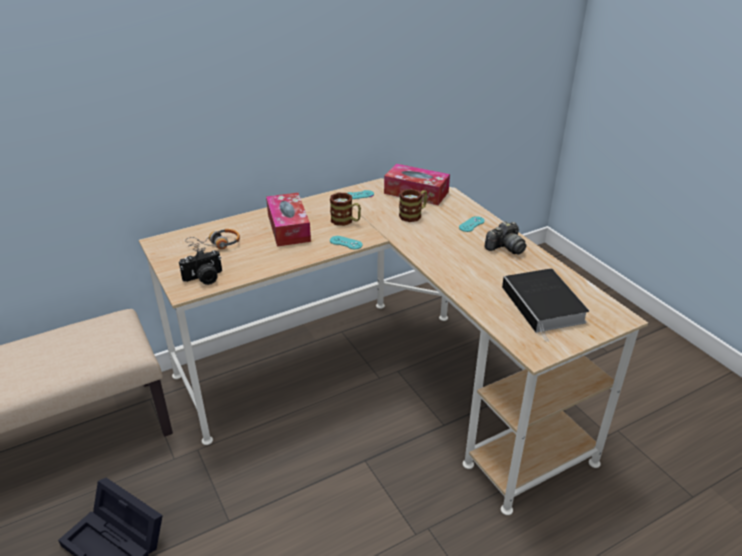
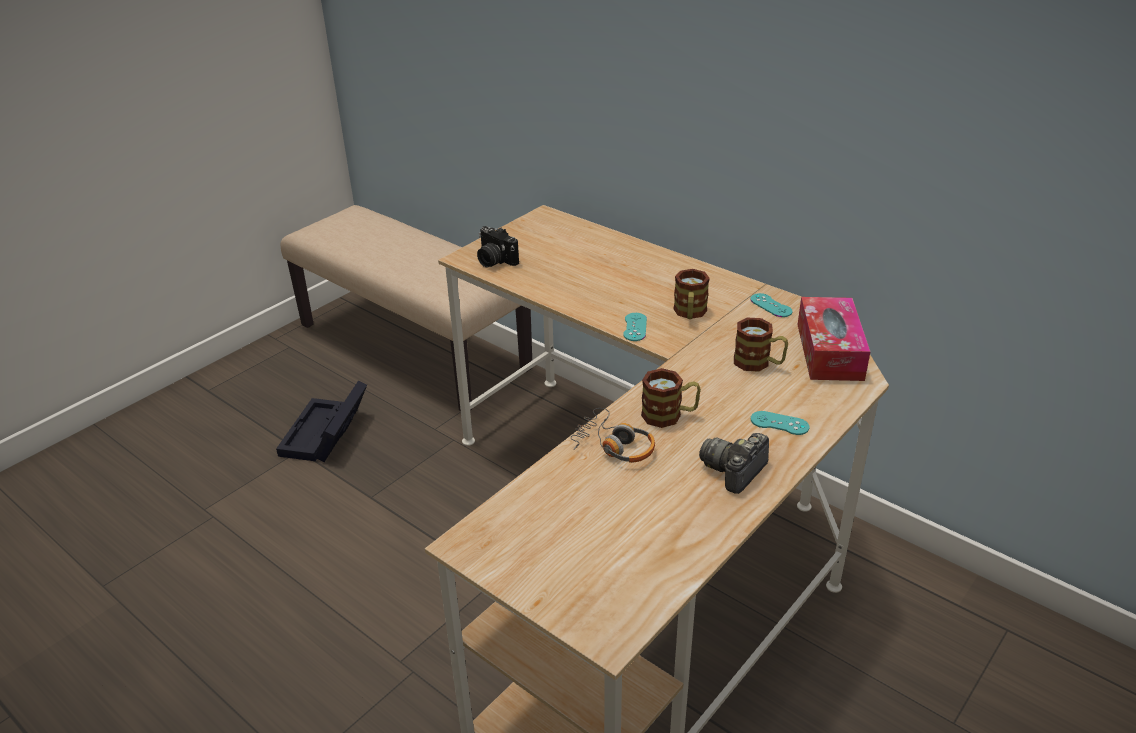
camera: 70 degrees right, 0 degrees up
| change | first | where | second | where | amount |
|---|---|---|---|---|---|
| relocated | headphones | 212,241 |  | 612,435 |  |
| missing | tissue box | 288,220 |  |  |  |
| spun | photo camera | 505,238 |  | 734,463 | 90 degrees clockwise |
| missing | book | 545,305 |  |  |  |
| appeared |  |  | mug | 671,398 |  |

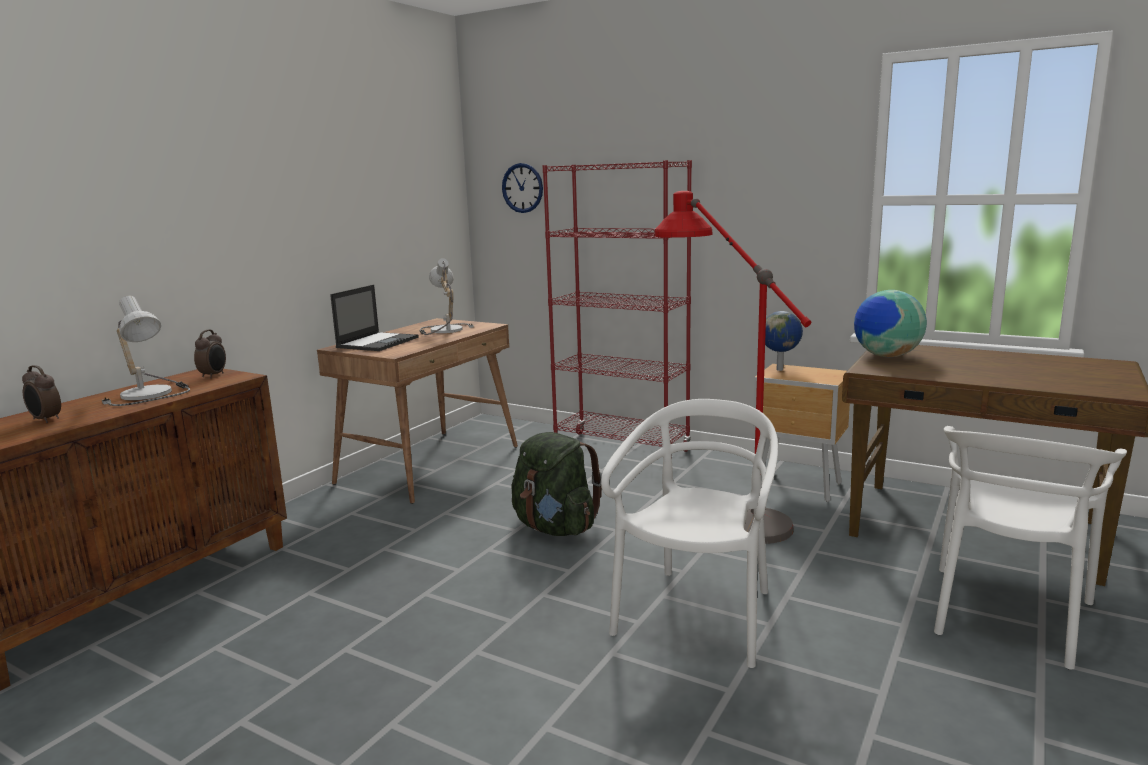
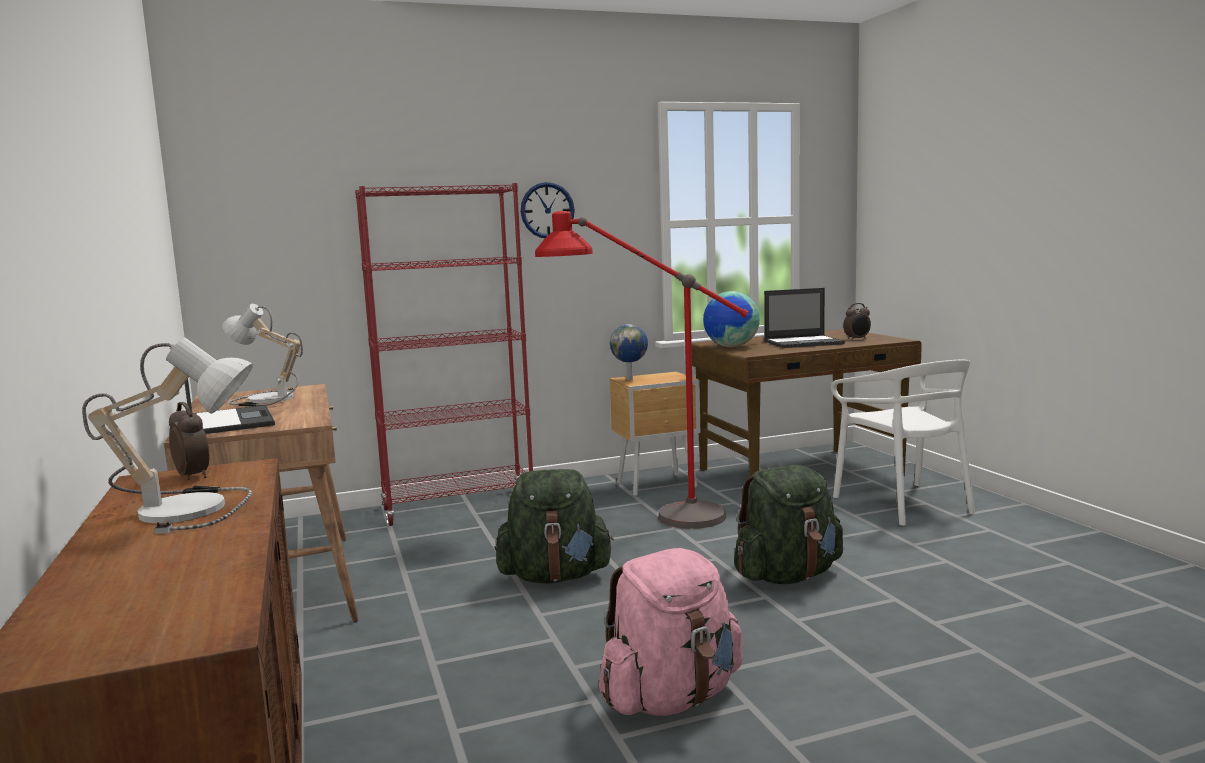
camera: 50 degrees left, 5 degrees down
| change | first | where | second | where | amount |
|---|---|---|---|---|---|
| relocated | alarm clock | 41,394 |  | 857,321 |  |
| relocated | wall clock | 522,188 |  | 547,210 |  |
| exchanged | white chair | 689,533 | green backpack | 788,524 |  |
| appeared |  |  | pink backpack | 671,632 |  |
| appeared |  |  | laptop | 804,318 |  |

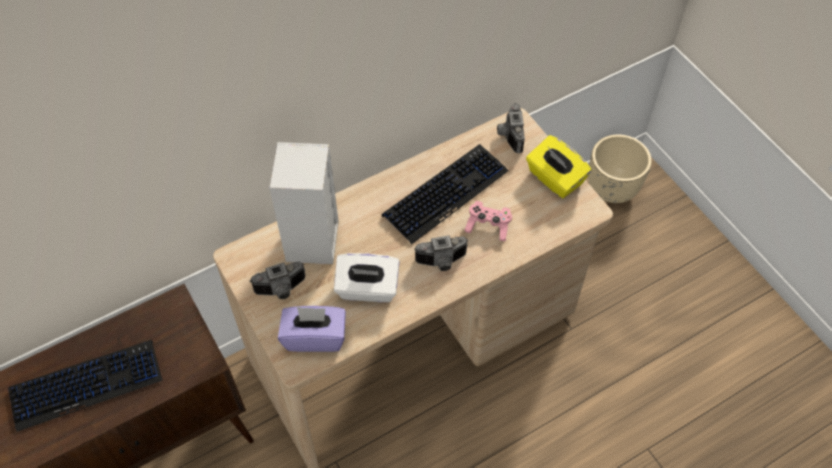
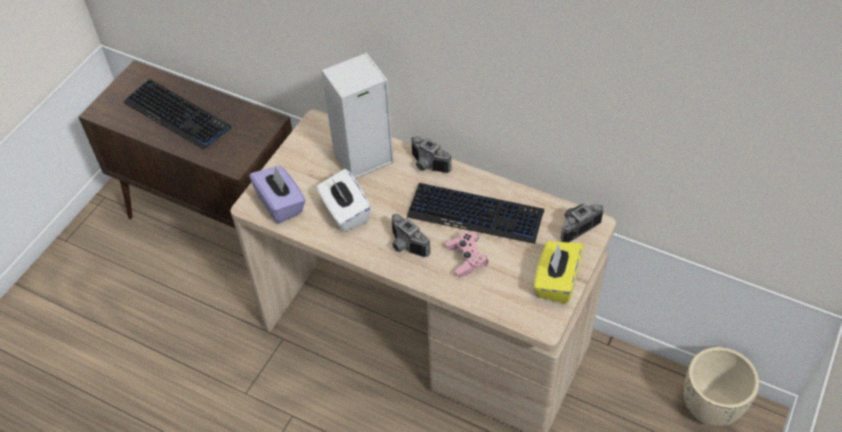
camera: 60 degrees right, 5 degrees down
| change | first | where | second | where | amount |
|---|---|---|---|---|---|
| relocated | photo camera | 277,280 |  | 431,154 |  |

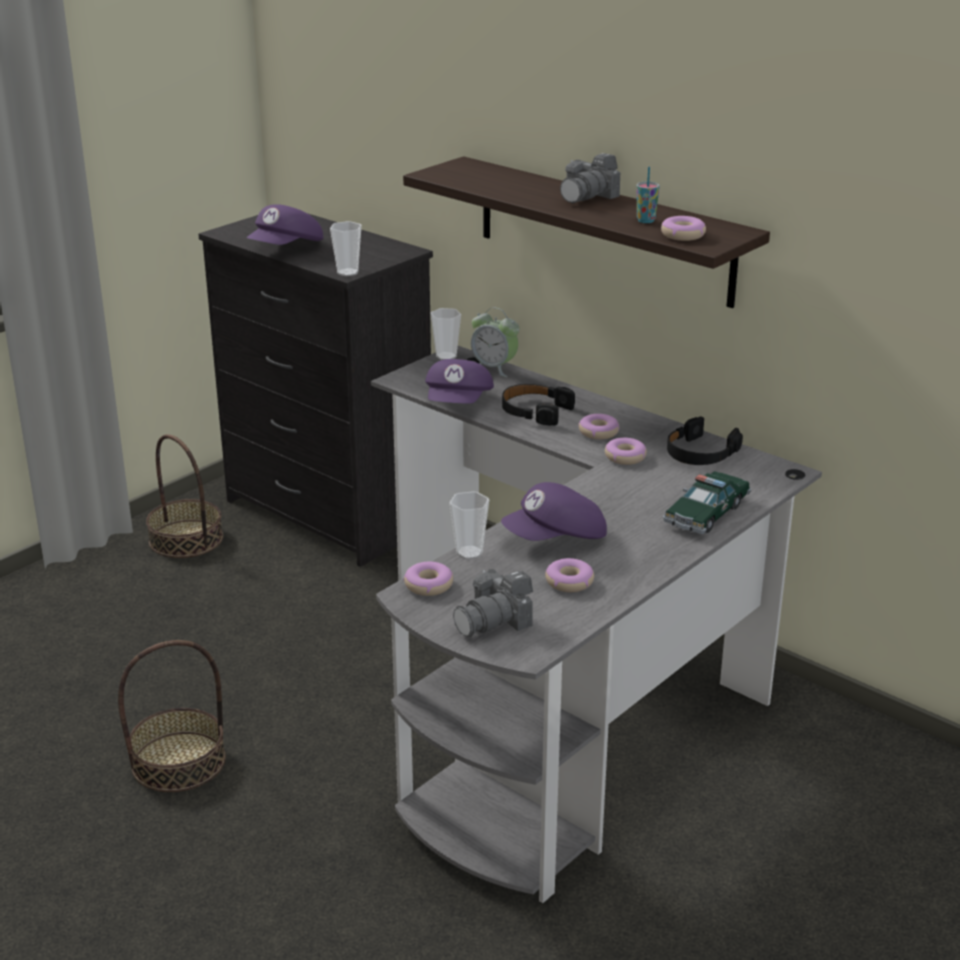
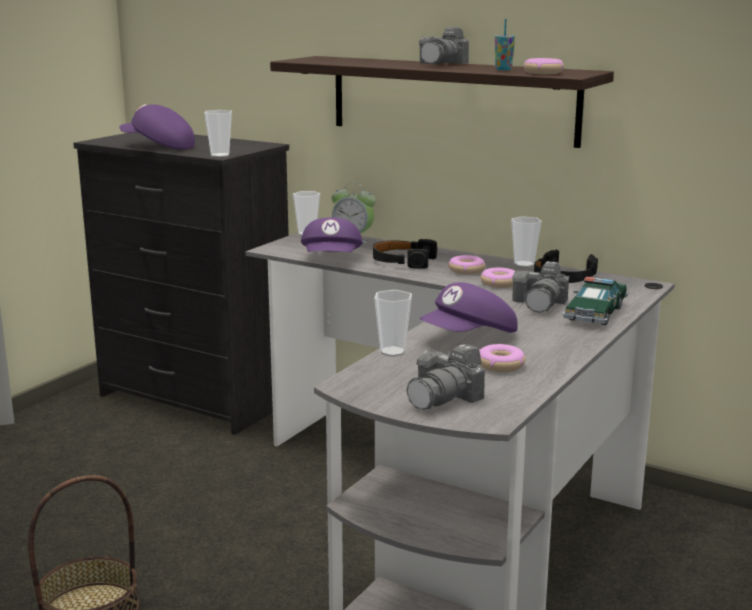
camera: 10 degrees left, 10 degrees down
| change | first | where | second | where | amount |
|---|---|---|---|---|---|
| missing | basket | 184,496 |  |  |  |
| spun | purple cap | 285,224 |  | 157,127 | 90 degrees clockwise |
| missing | donut | 428,579 |  |  |  |
| appeared |  |  | cup | 526,241 |  |
| appeared |  |  | photo camera | 541,287 |  |

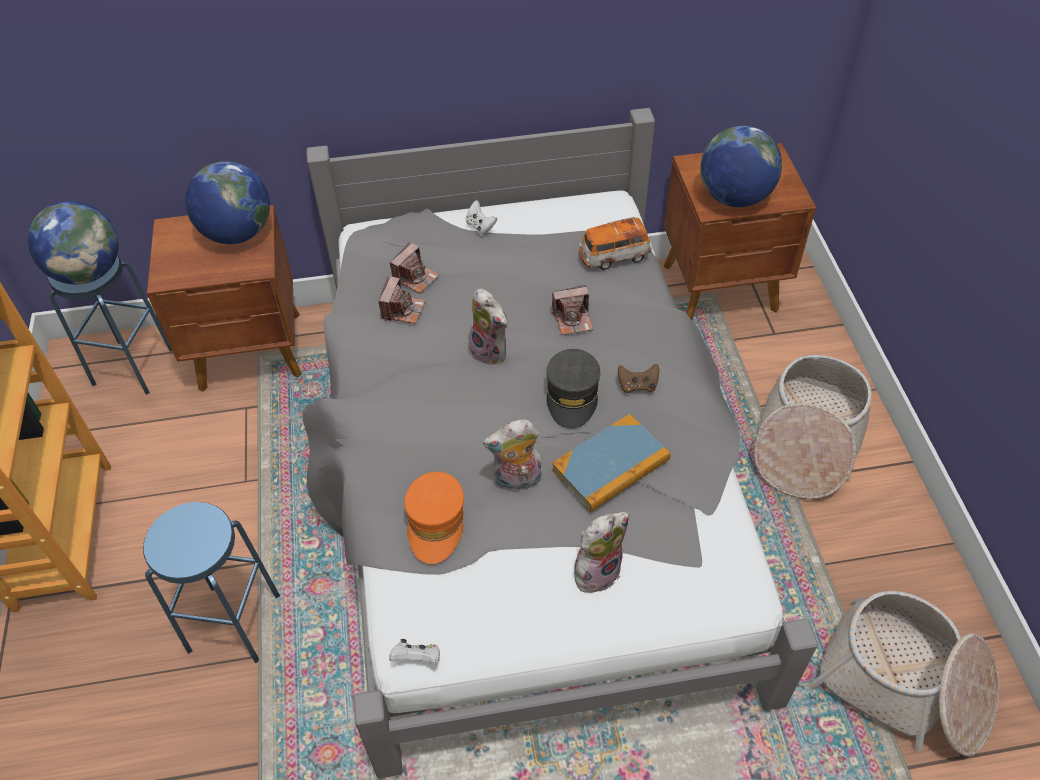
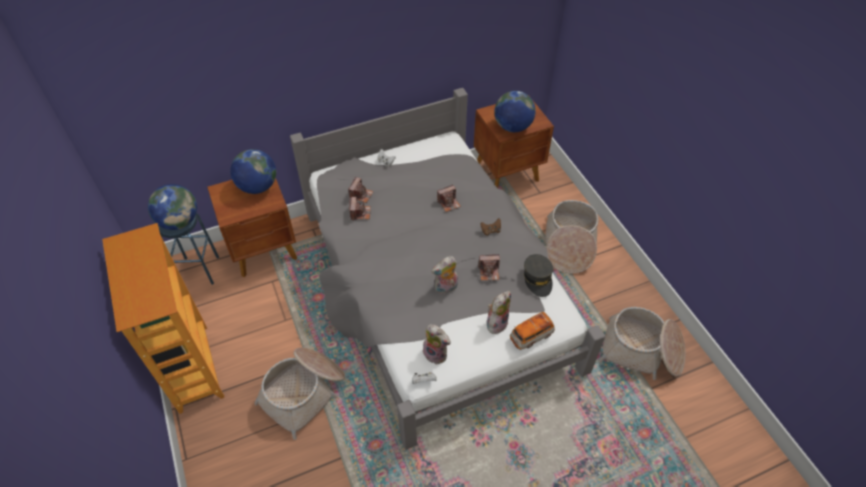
camera: 15 degrees left, 0 degrees up
| change | first | where | second | where | amount |
|---|---|---|---|---|---|
| exchanged | blue stool | 211,582 | basket | 299,393 |  |
| missing | orange cap | 434,518 |  |  |  |
| relocated | plush toy | 488,326 |  | 437,344 |  |
| relocated | grey cap | 573,389 |  | 538,275 |  |
| exchanged | book | 611,463 | photo camera | 489,267 |  |
| relocated | toy car | 615,243 |  | 532,331 |  |

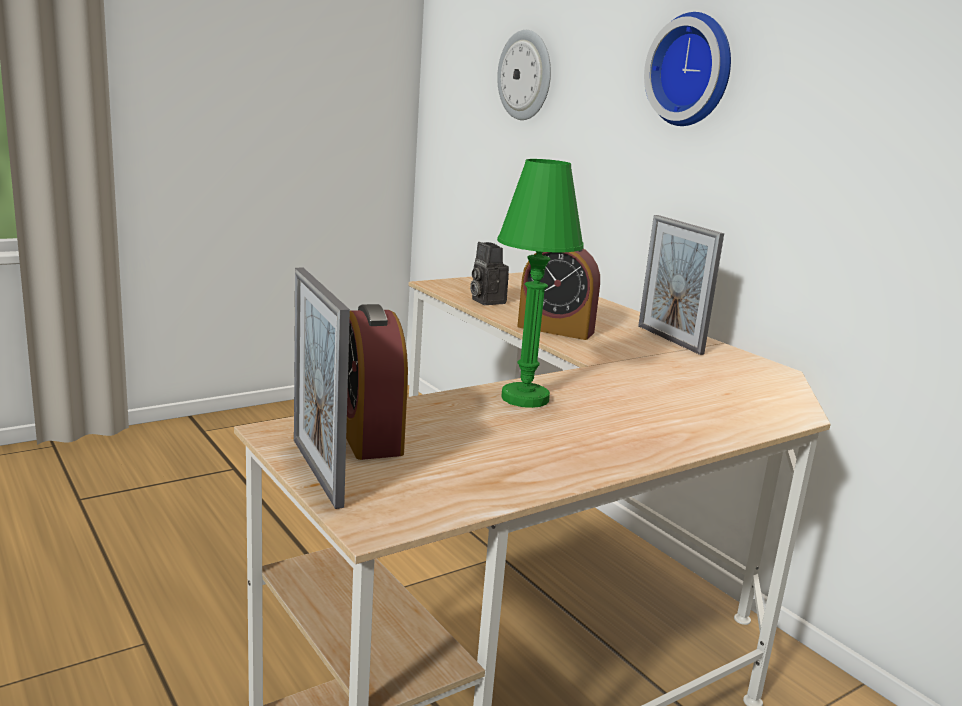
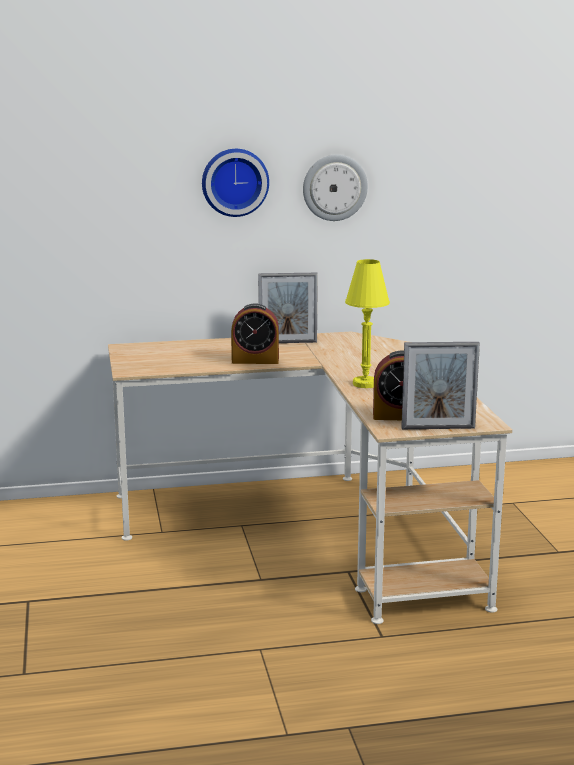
camera: 65 degrees left, 0 degrees up
| change | first | where | second | where | amount |
|---|---|---|---|---|---|
| missing | photo camera | 489,273 |  |  |  |
| relocated | wall clock | 524,75 |  | 335,188 |  |
| colour | green table lamp | 540,283 | yellow table lamp | 367,323 |  |
| spun | alarm clock | 558,294 |  | 255,333 | 45 degrees clockwise |

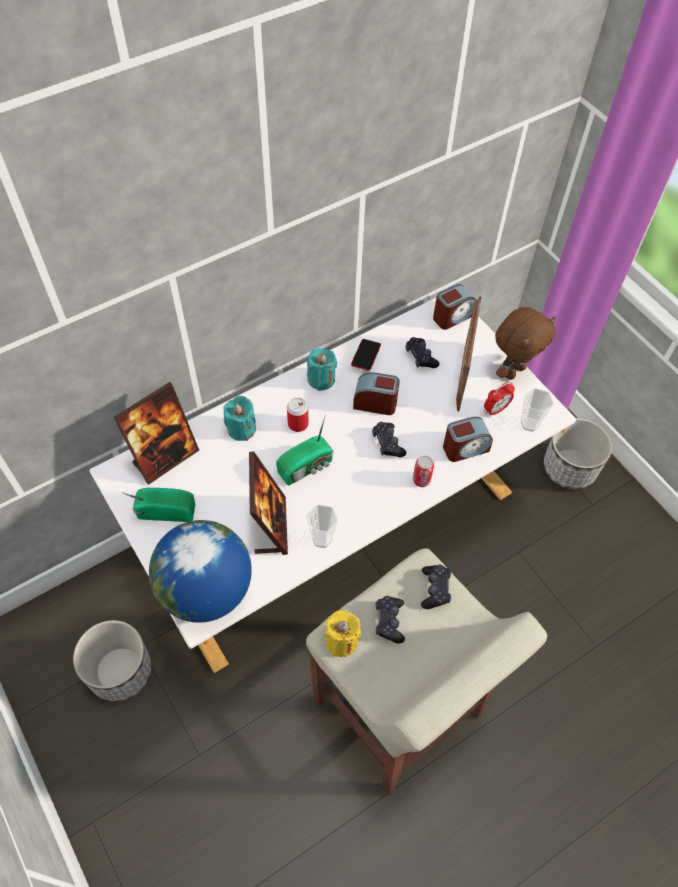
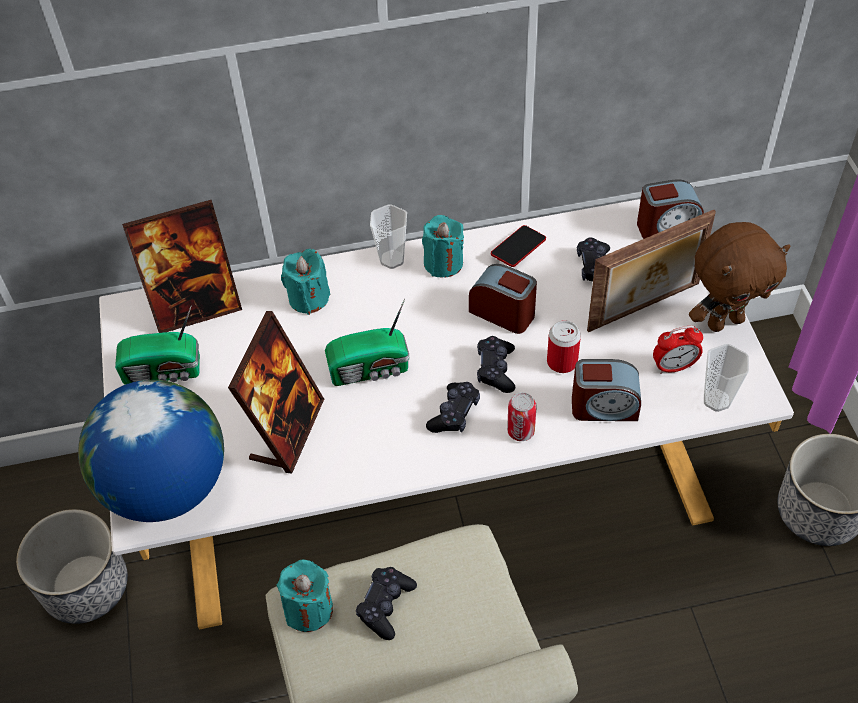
camera: 25 degrees right, 5 degrees down
| change | first | where | second | where | amount |
|---|---|---|---|---|---|
| spun | radio | 158,505 |  | 157,345 | 150 degrees clockwise |
| relocated | can | 298,414 |  | 564,346 |  |
| relocated | cup | 322,526 |  | 388,236 |  |
| colour | yellow candle | 343,633 | turquoise candle | 304,595 |  |
| relocated | black game controller | 436,587 |  | 453,407 |  |
| spun | picture frame | 468,353 |  | 651,271 | 150 degrees counterclockwise |

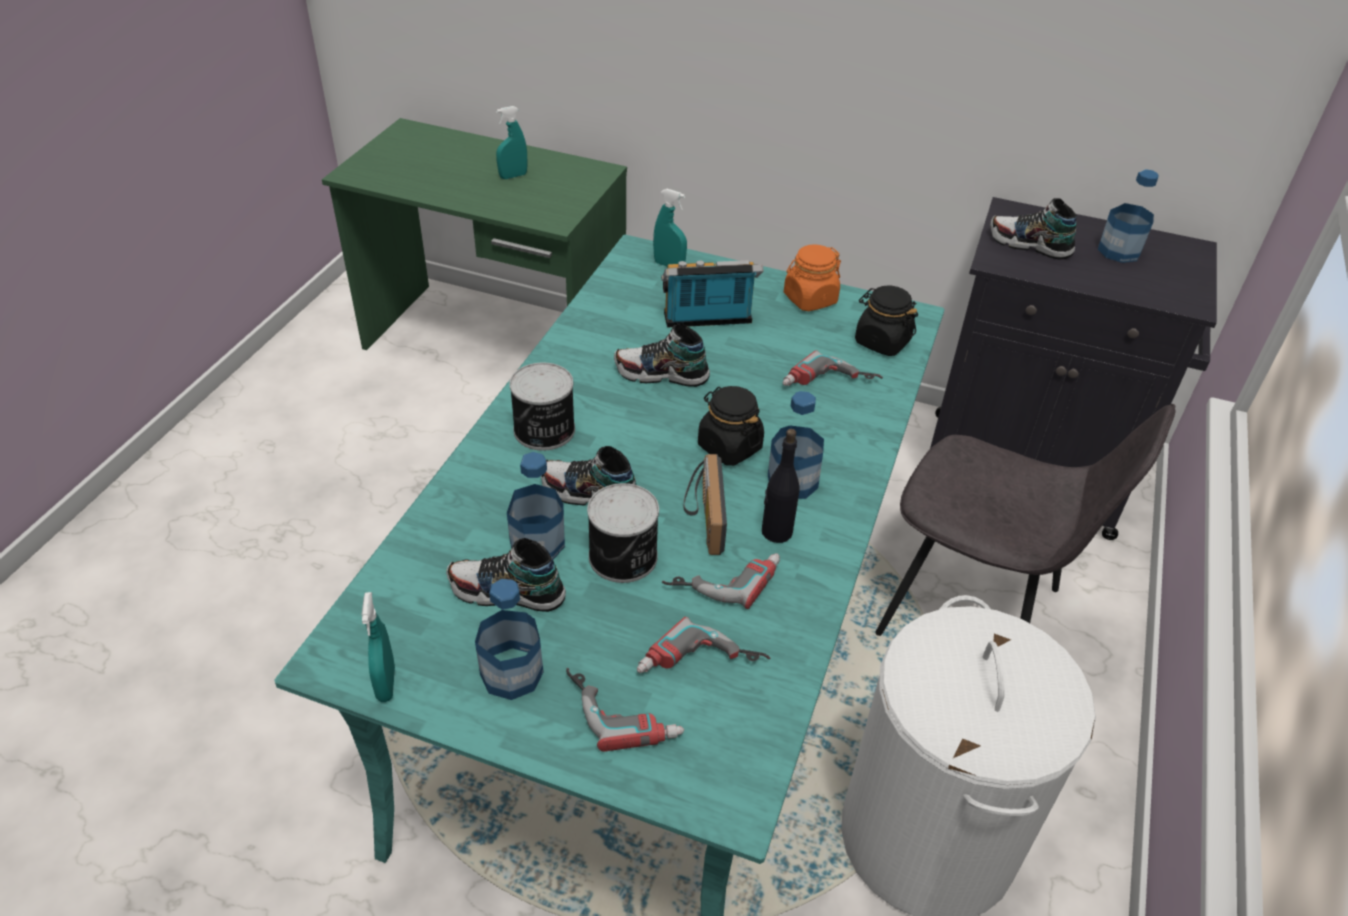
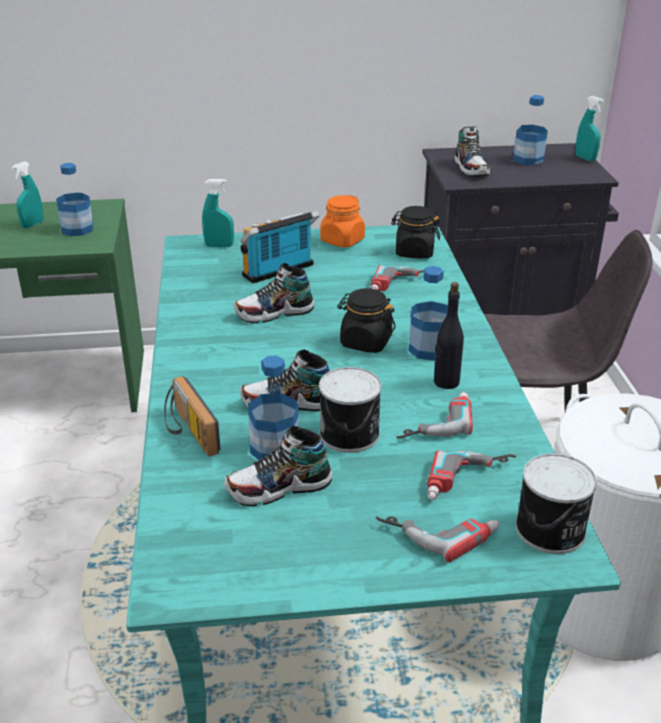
camera: 25 degrees left, 10 degrees down
| change | first | where | second | where | amount |
|---|---|---|---|---|---|
| relocated | turquoise spray bottle | 378,647 |  | 589,128 |  |
| relocated | bottle | 509,639 |  | 74,199 |  |
| relocated | can | 542,407 |  | 556,504 |  |
| relocated | radio | 705,504 |  | 192,416 |  |
| spun | shoe | 1033,229 |  | 472,151 | 105 degrees counterclockwise |

